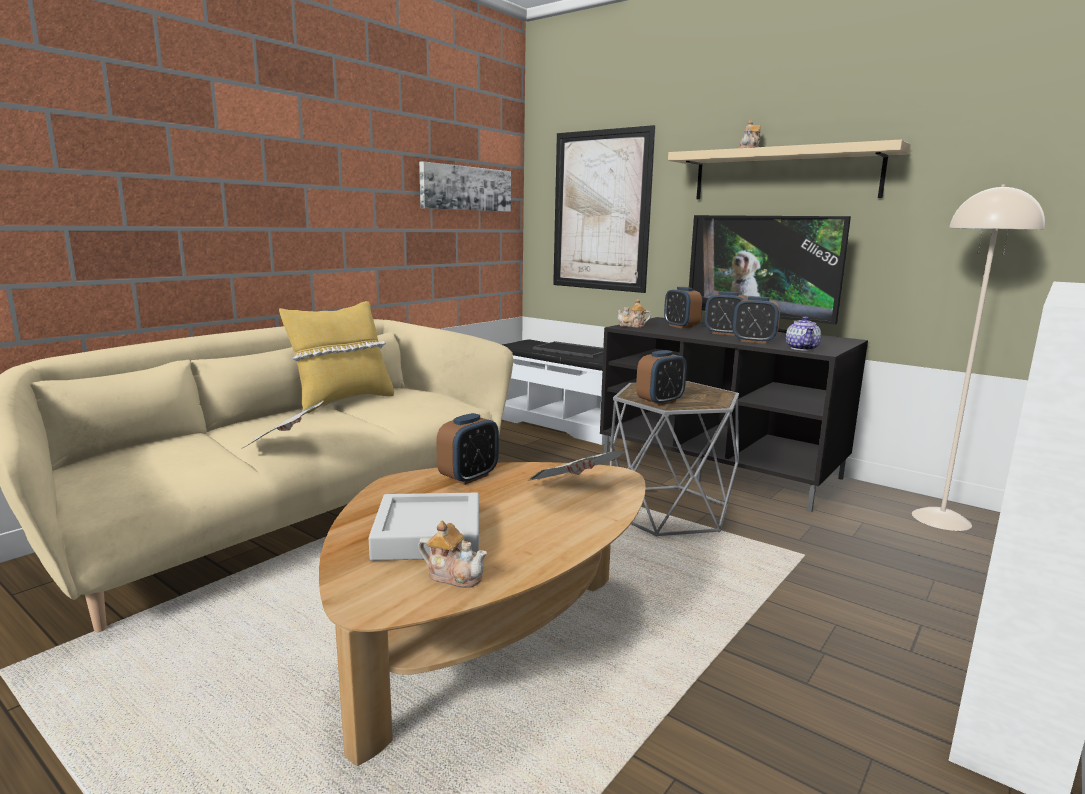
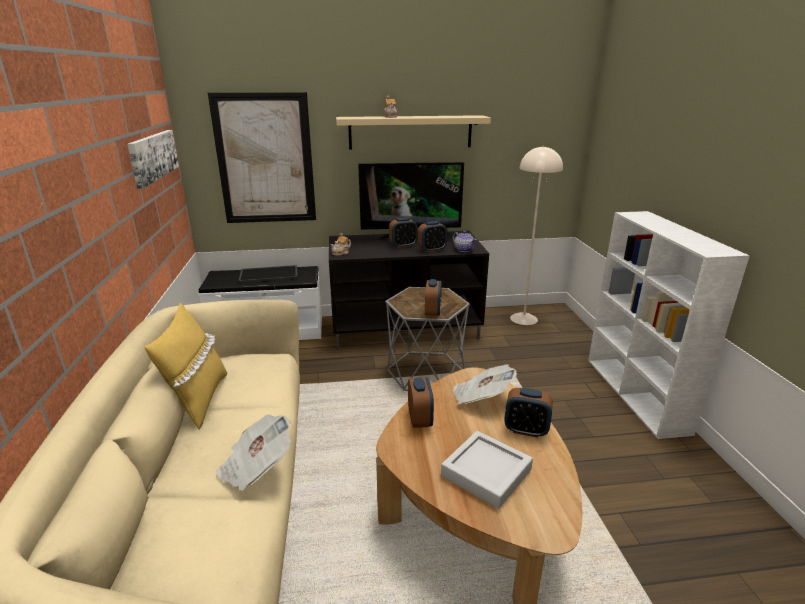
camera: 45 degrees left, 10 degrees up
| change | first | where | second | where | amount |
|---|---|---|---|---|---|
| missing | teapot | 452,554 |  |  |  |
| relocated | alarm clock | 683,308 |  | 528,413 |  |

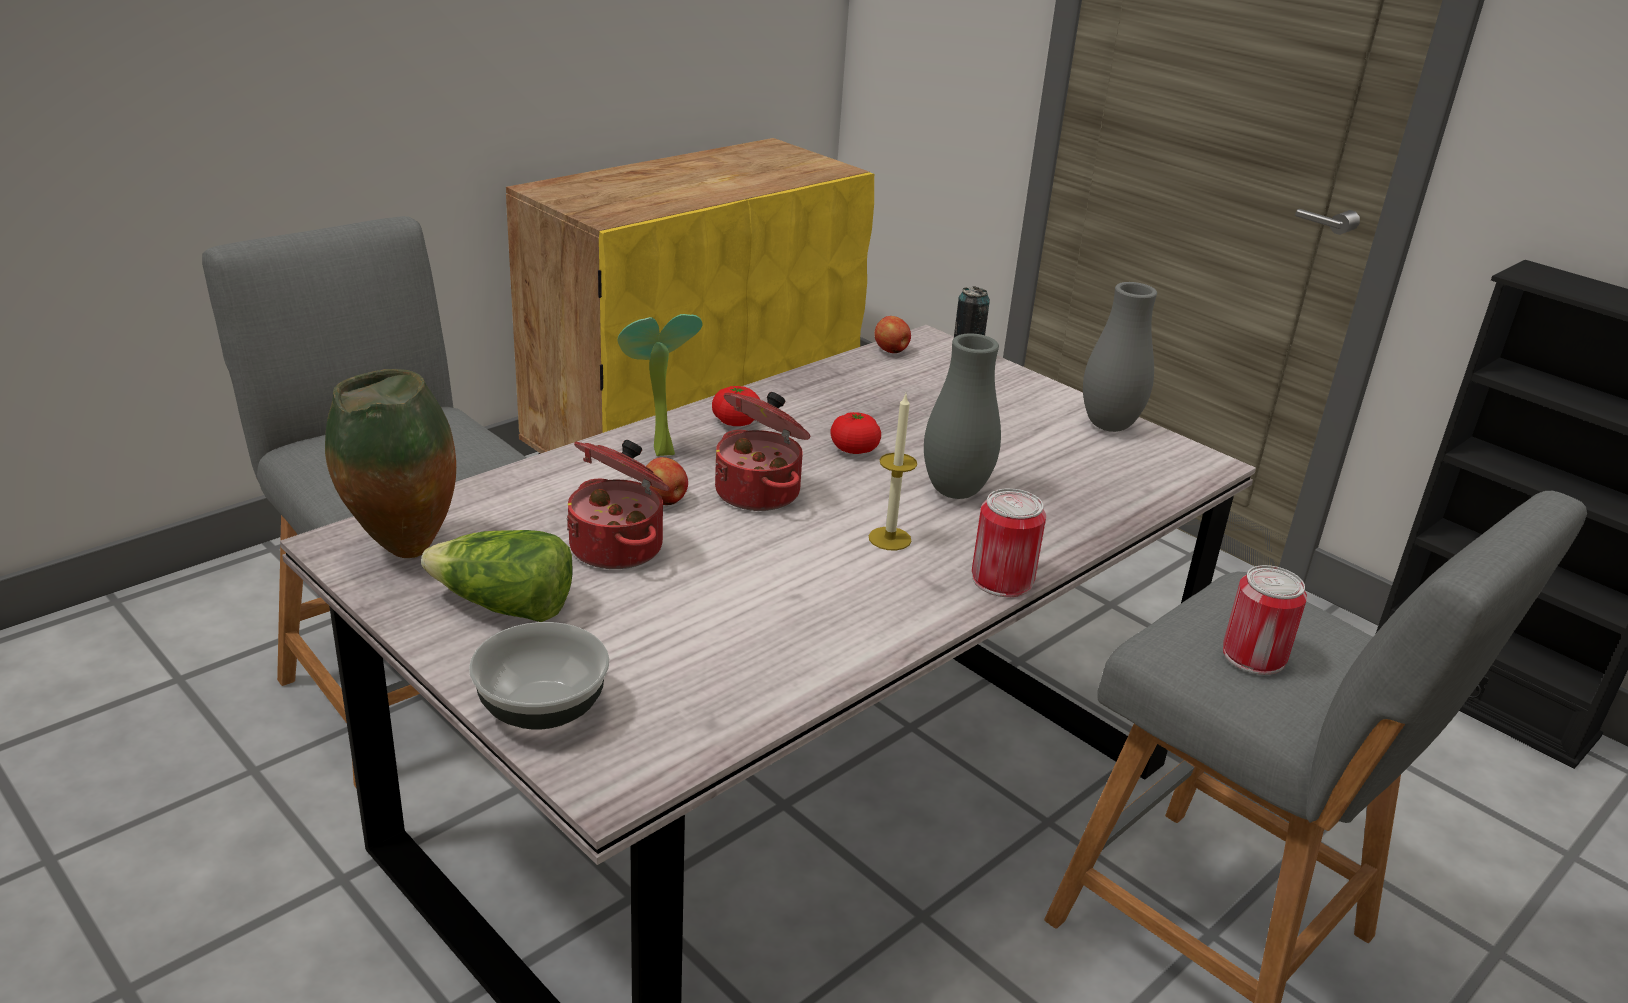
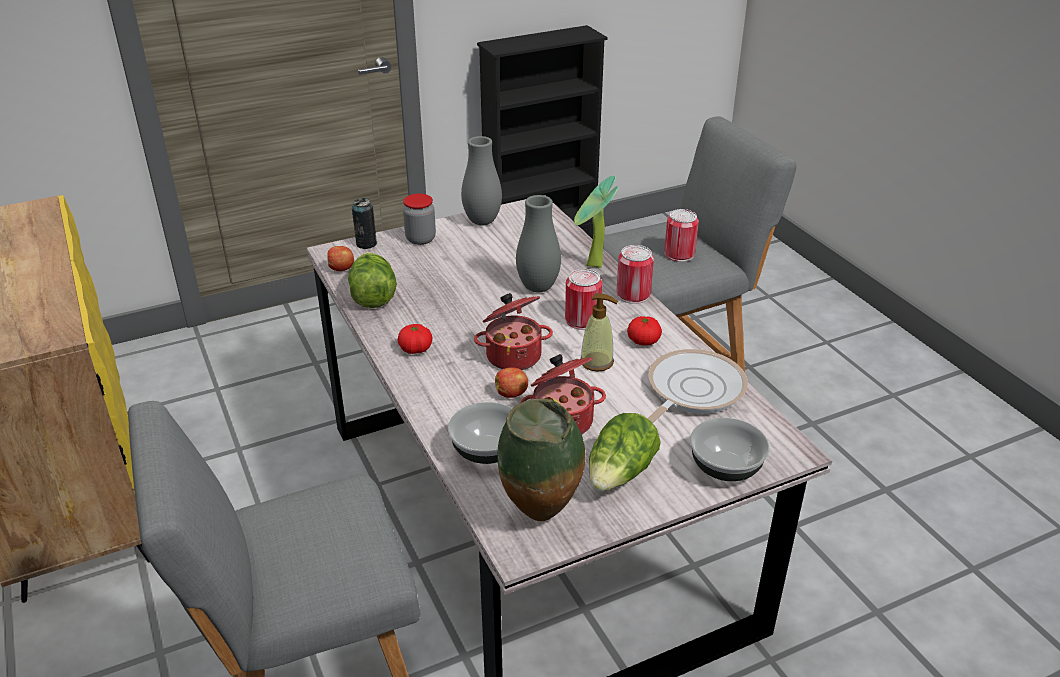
camera: 70 degrees left, 5 degrees up
| change | first | where | second | where | amount |
|---|---|---|---|---|---|
| relocated | potted plant | 660,385 |  | 596,221 |  |
| relocated | tomato | 855,433 |  | 644,331 |  |
| exchanged | candle | 893,473 | can | 583,299 |  |
| appeared |  |  | lettuce | 372,280 |  |
| appeared |  |  | jar | 419,219 |  |
| appeared |  |  | bowl | 480,433 |  |
| appeared |  |  | soap dispenser | 599,332 |  |
| appeared |  |  | frying pan | 697,386 |  |

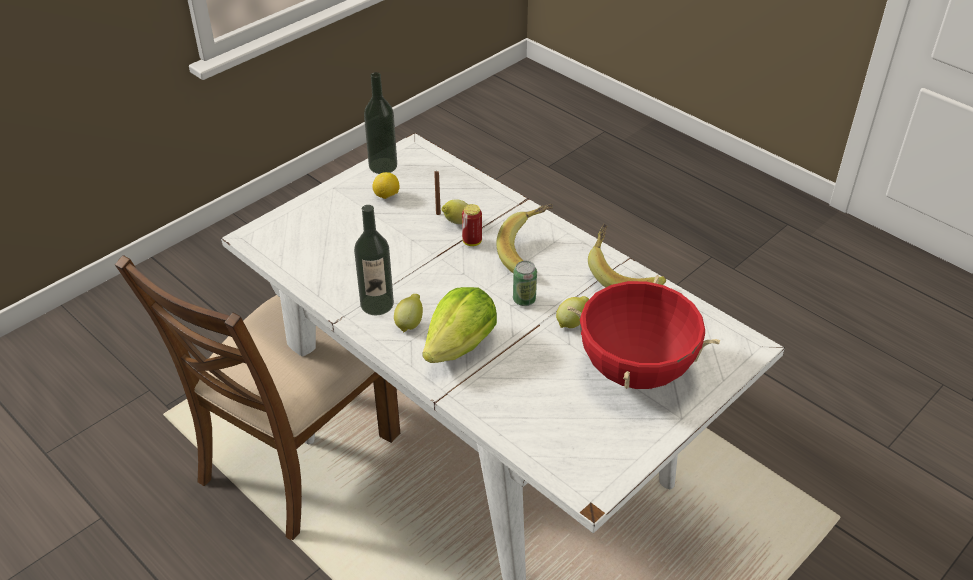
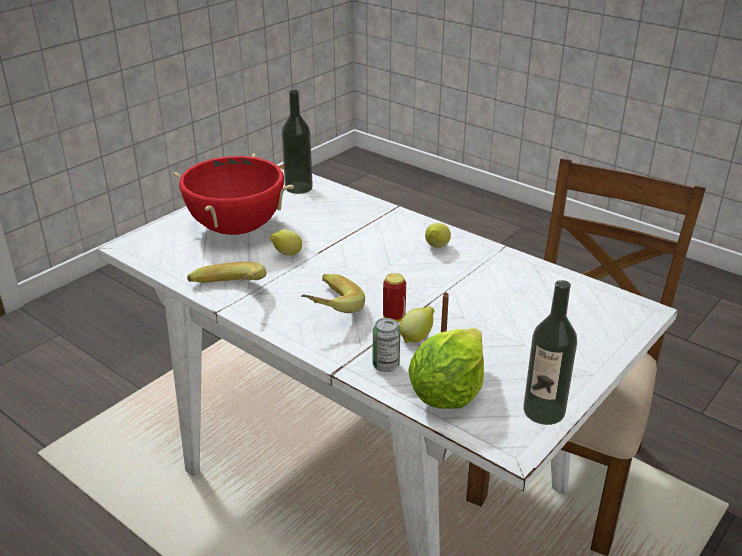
camera: 175 degrees right, 10 degrees down
| change | first | where | second | where | amount |
|---|---|---|---|---|---|
| relocated | bottle | 374,260 |  | 297,142 |  |
| missing | lemon | 386,185 |  |  |  |
| relocated | lettuce | 459,325 |  | 446,368 |  |
| relocated | can | 525,283 |  | 386,345 |  |

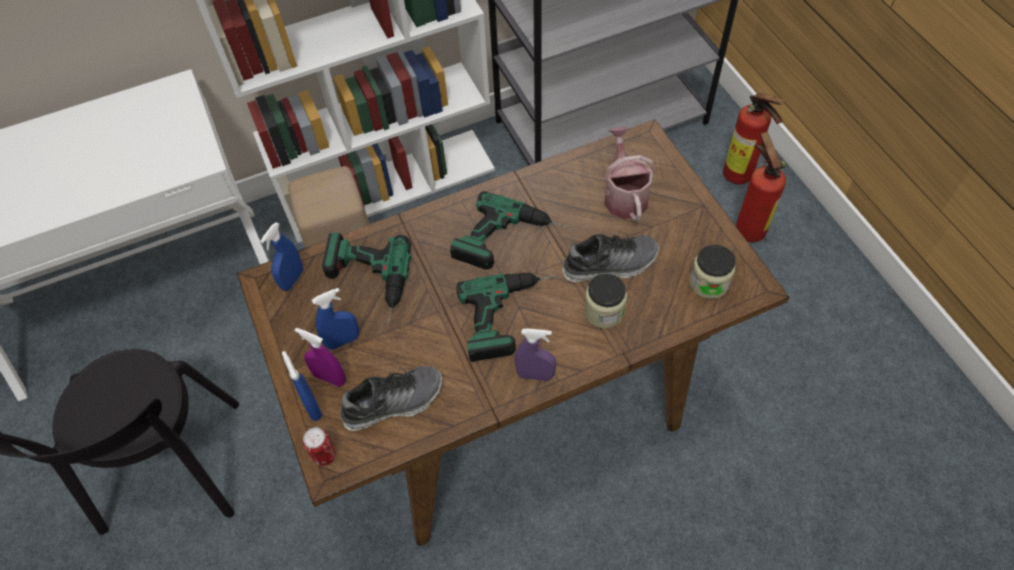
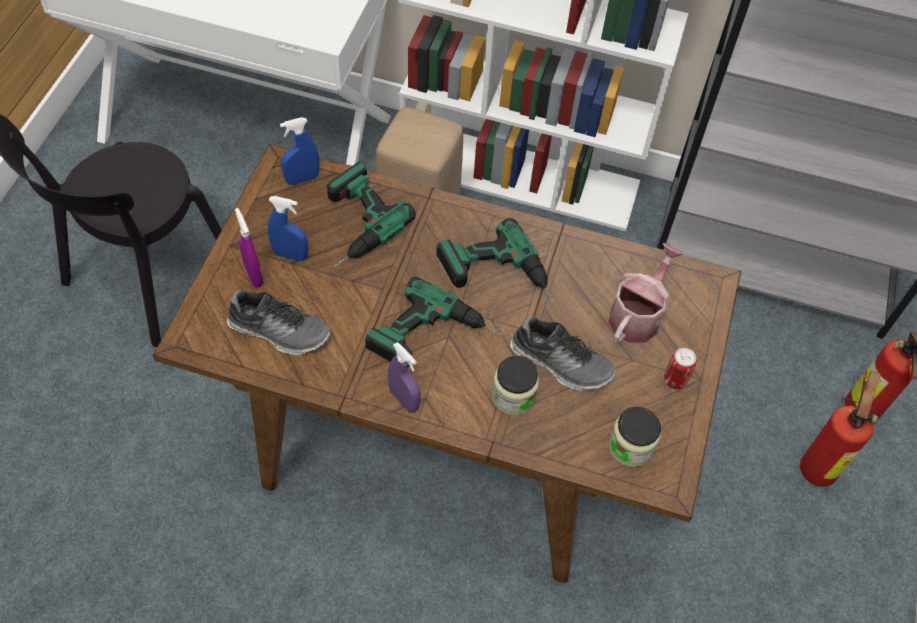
camera: 35 degrees right, 0 degrees up
| change | first | where | second | where | amount |
|---|---|---|---|---|---|
| missing | blue spray bottle | 302,386 |  |  |  |
| relocated | can | 319,446 |  | 680,368 |  |

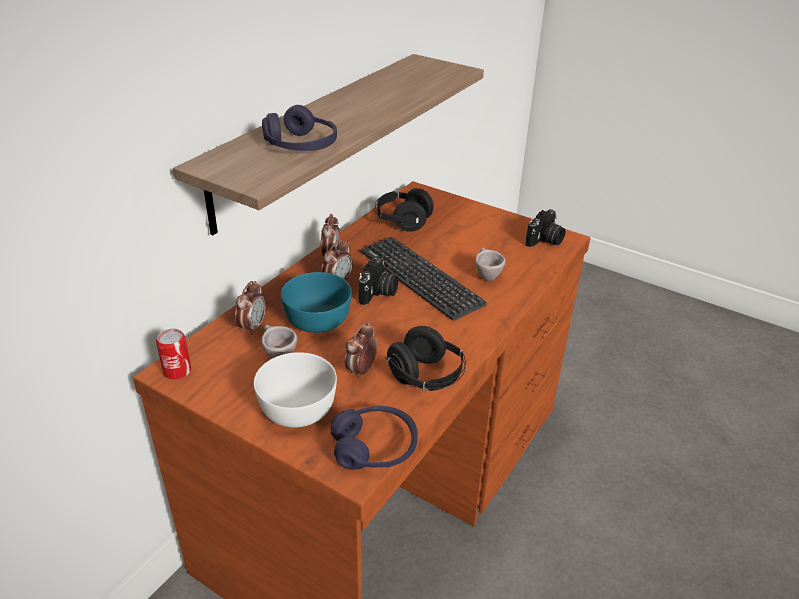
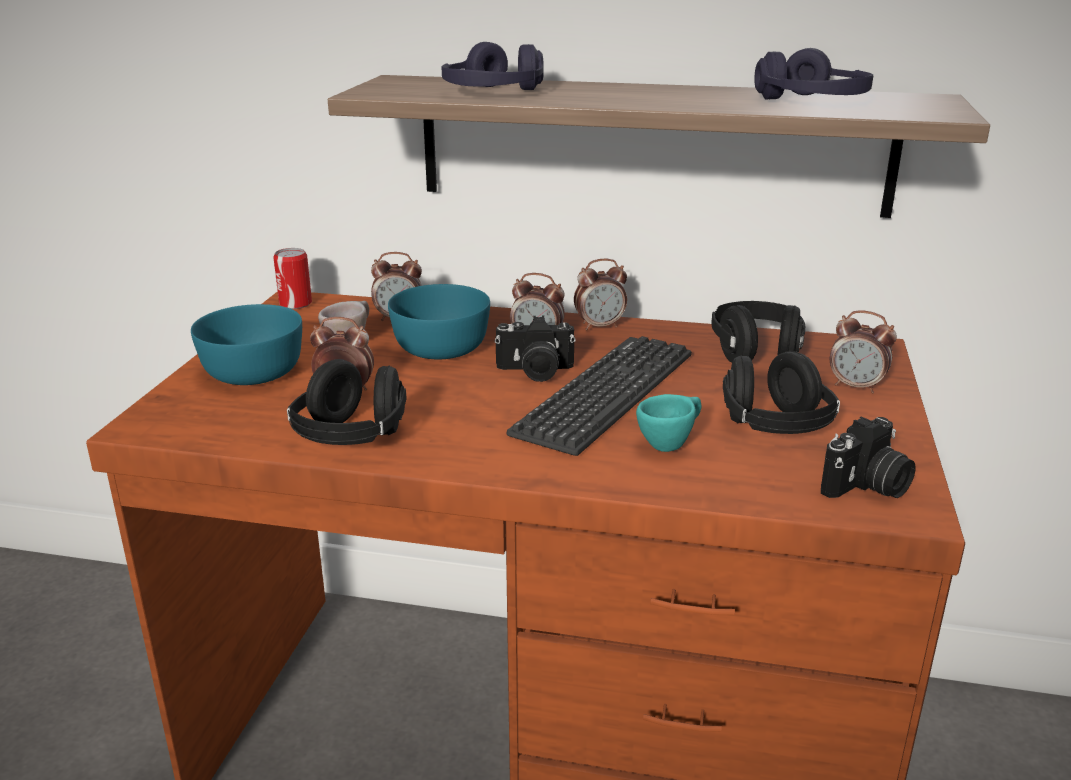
camera: 70 degrees right, 10 degrees down
| change | first | where | second | where | amount |
|---|---|---|---|---|---|
| colour | white bowl | 295,390 | turquoise bowl | 246,344 |  |
| relocated | purple headphones | 374,437 |  | 813,73 |  |
| colour | beige cup | 490,264 | turquoise cup | 668,423 |  |
| spun | photo camera | 545,228 |  | 868,457 | 60 degrees counterclockwise |
| appeared |  |  | black headphones | 781,392 |  |
| appeared |  |  | alarm clock | 863,352 |  |

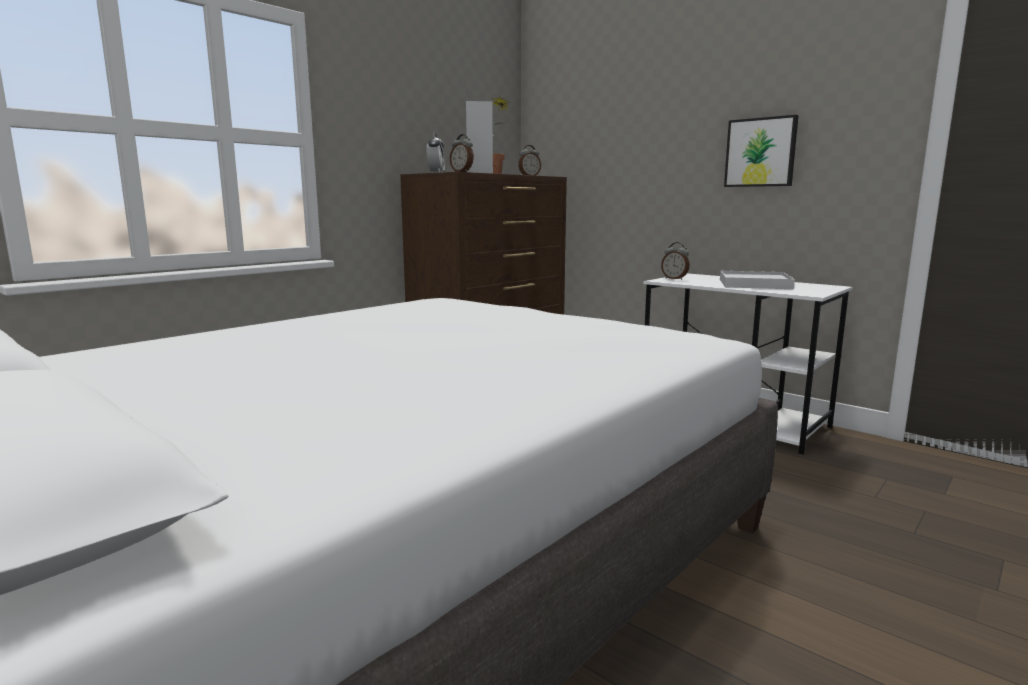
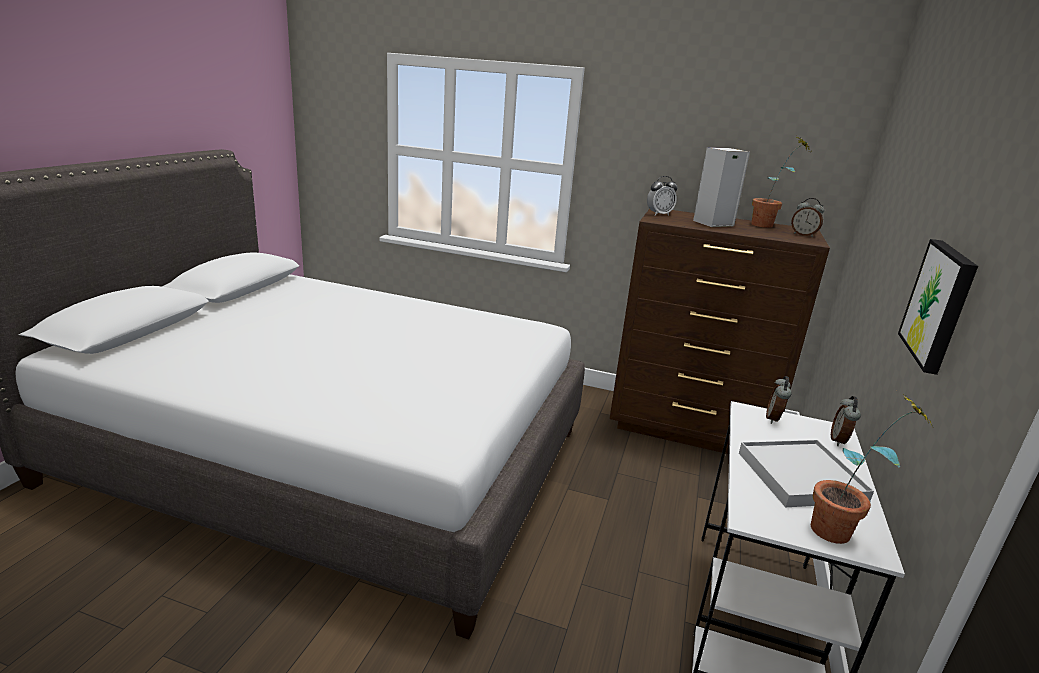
camera: 65 degrees right, 10 degrees up
| change | first | where | second | where | amount |
|---|---|---|---|---|---|
| relocated | alarm clock | 462,153 |  | 846,421 |  |
| appeared |  |  | potted plant | 872,470 |  |

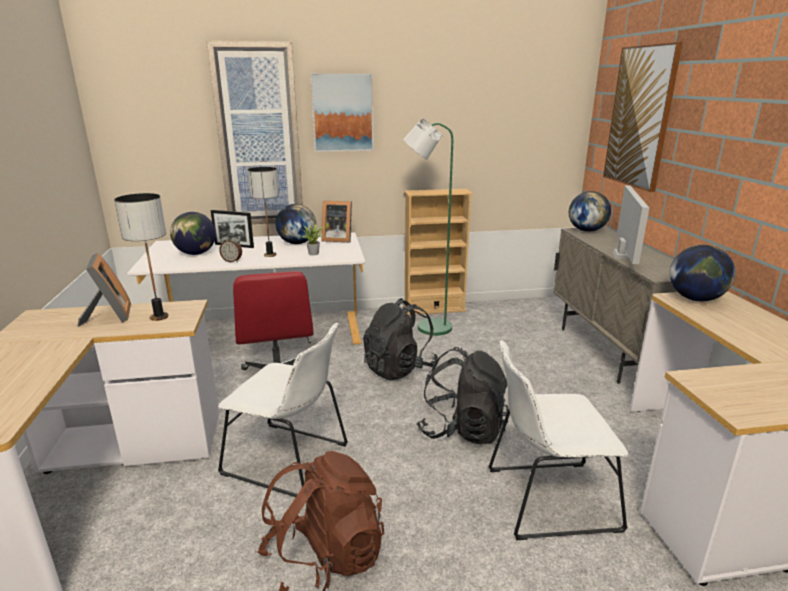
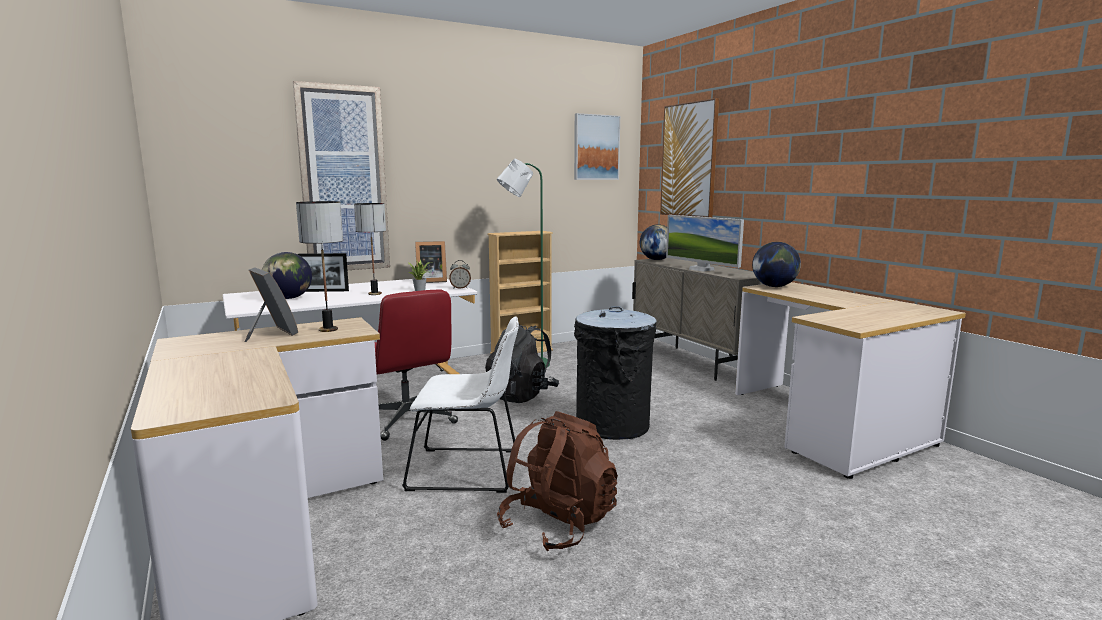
camera: 20 degrees left, 10 degrees down
| change | first | where | second | where | amount |
|---|---|---|---|---|---|
| relocated | alarm clock | 230,247 |  | 460,274 |  |
| missing | globe | 296,224 |  |  |  |
| relocated | picture | 342,112 |  | 597,146 |  |
| exchanged | black backpack | 462,395 | black trash can | 615,373 |  |
| missing | white chair | 558,440 |  |  |  |
| spun | monitor | 631,224 |  | 705,243 | 150 degrees clockwise |

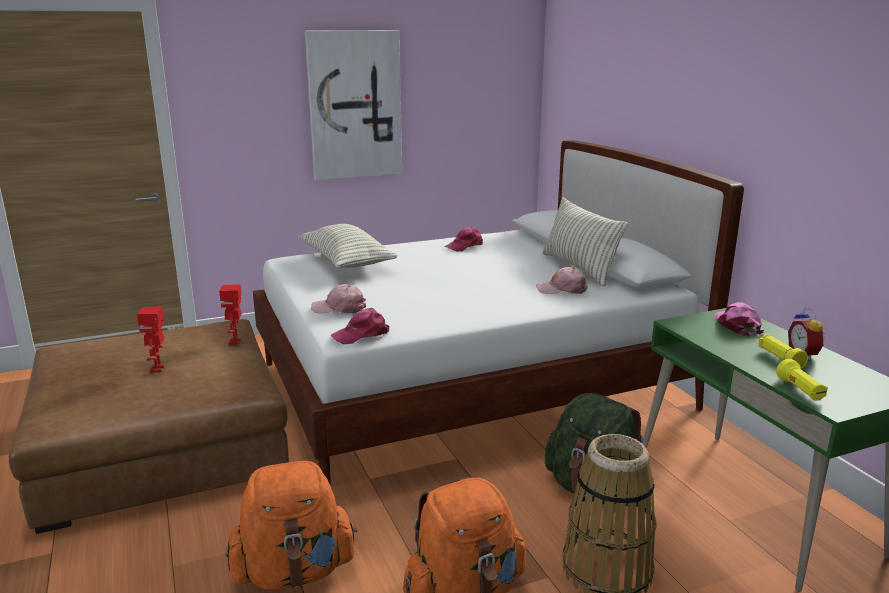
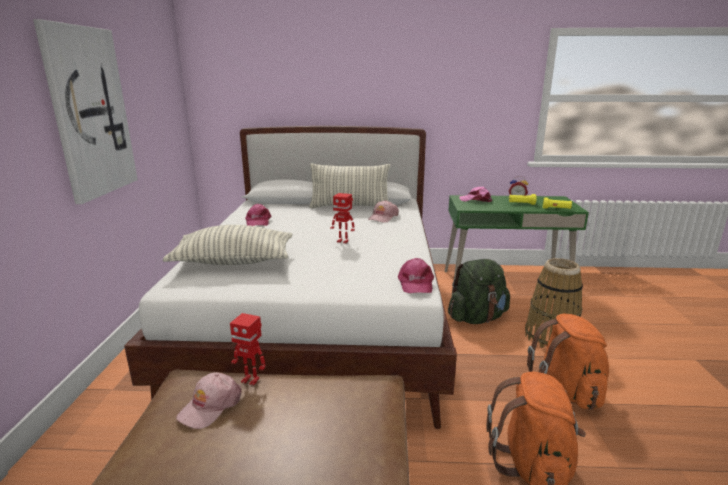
camera: 65 degrees left, 0 degrees up
| change | first | where | second | where | amount |
|---|---|---|---|---|---|
| relocated | toy robot | 151,339 |  | 342,218 |  |
| relocated | pink cap | 338,299 |  | 209,400 |  |

